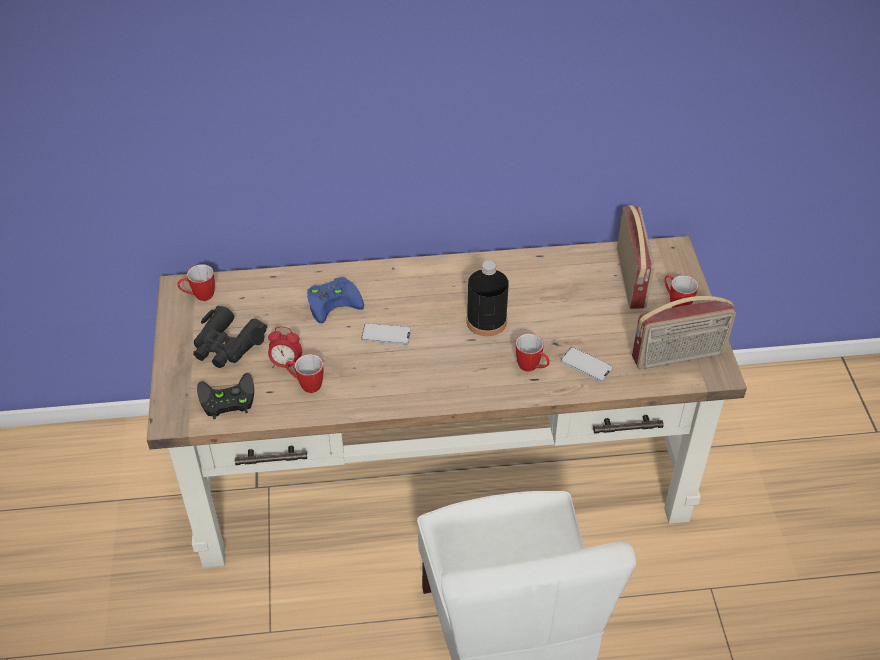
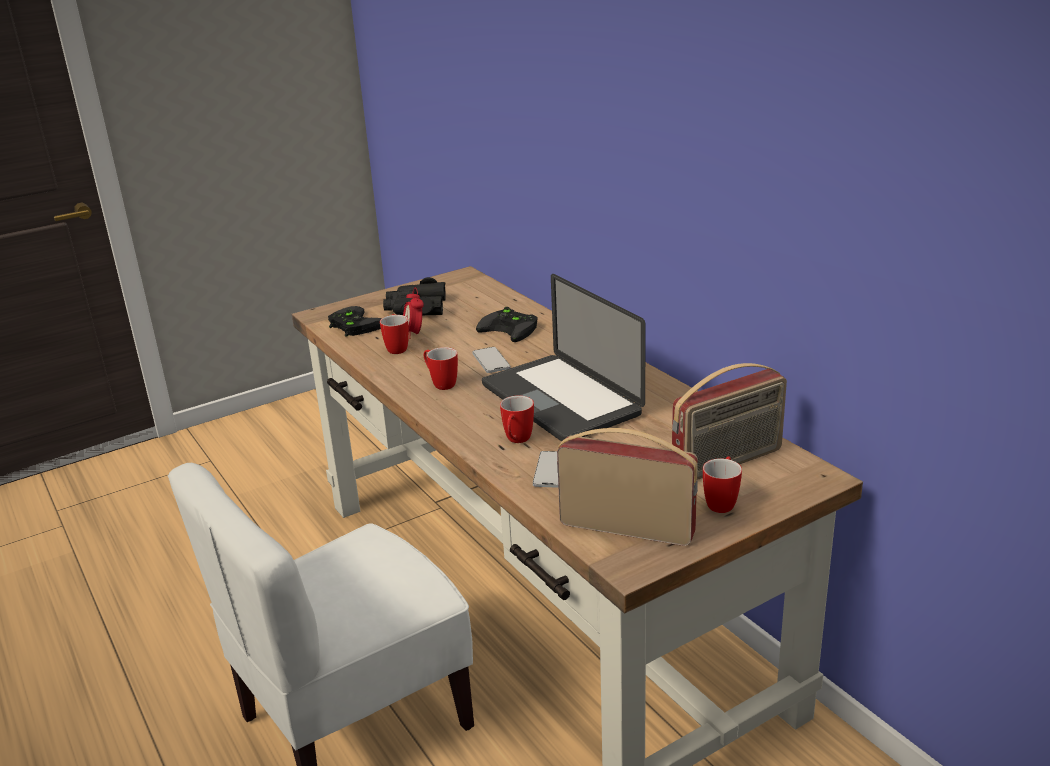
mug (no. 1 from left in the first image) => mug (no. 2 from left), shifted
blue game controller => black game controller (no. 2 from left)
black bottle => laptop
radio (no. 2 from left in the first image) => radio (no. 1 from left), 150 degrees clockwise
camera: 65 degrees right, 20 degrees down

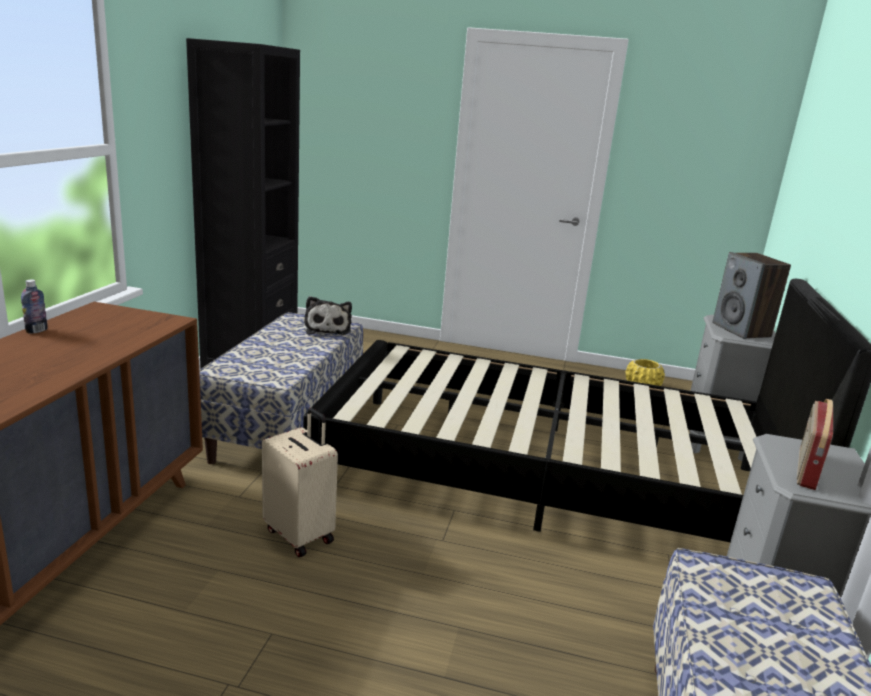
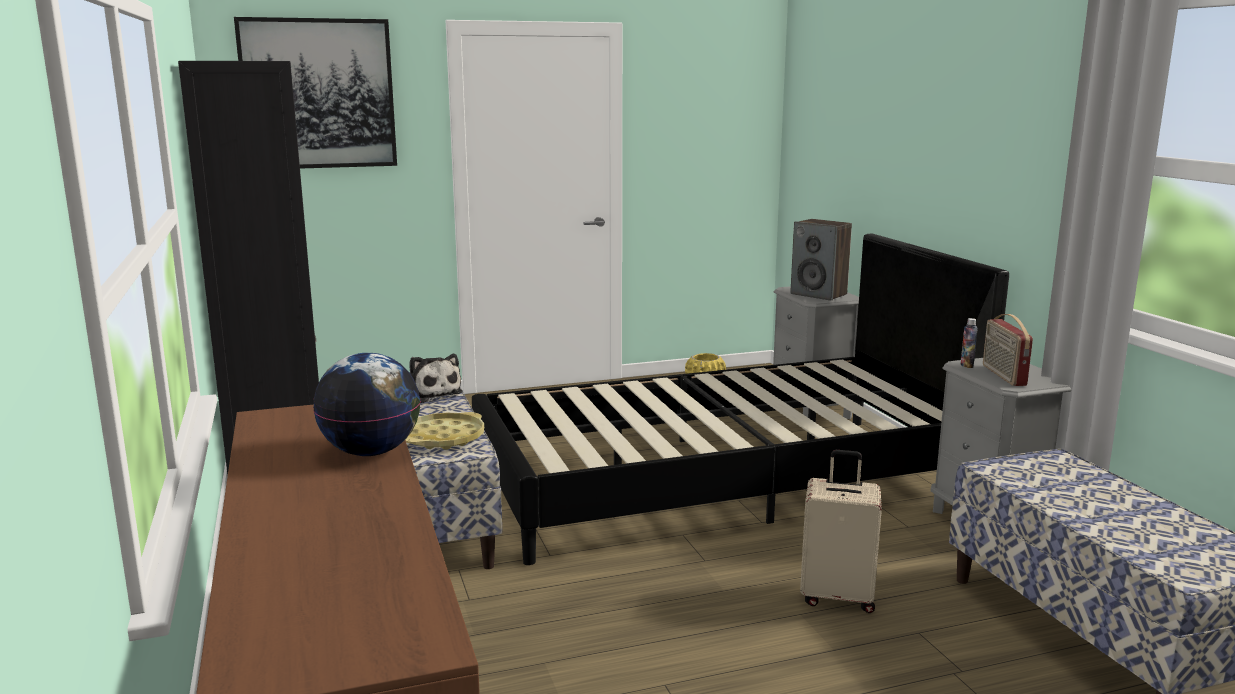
nothing => picture
nothing => globe
nothing => yellow tray
beige suitcase, shifted
bottle, shifted
camera: 30 degrees left, 5 degrees down

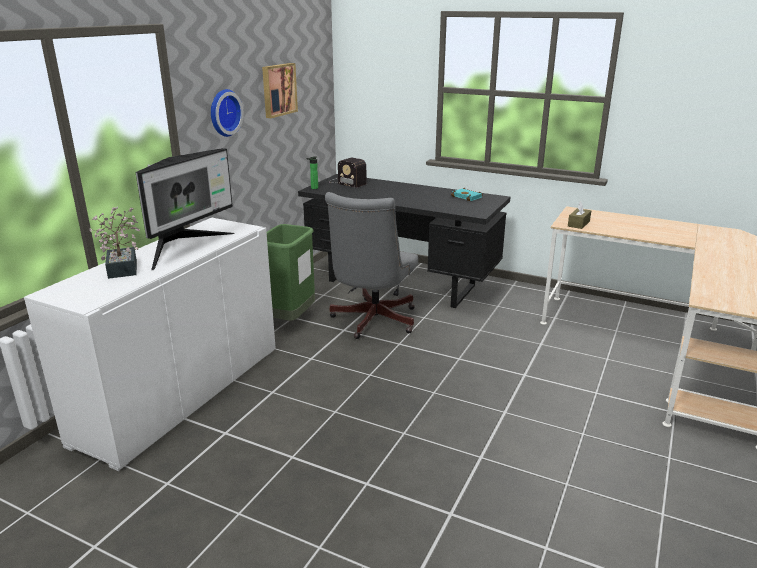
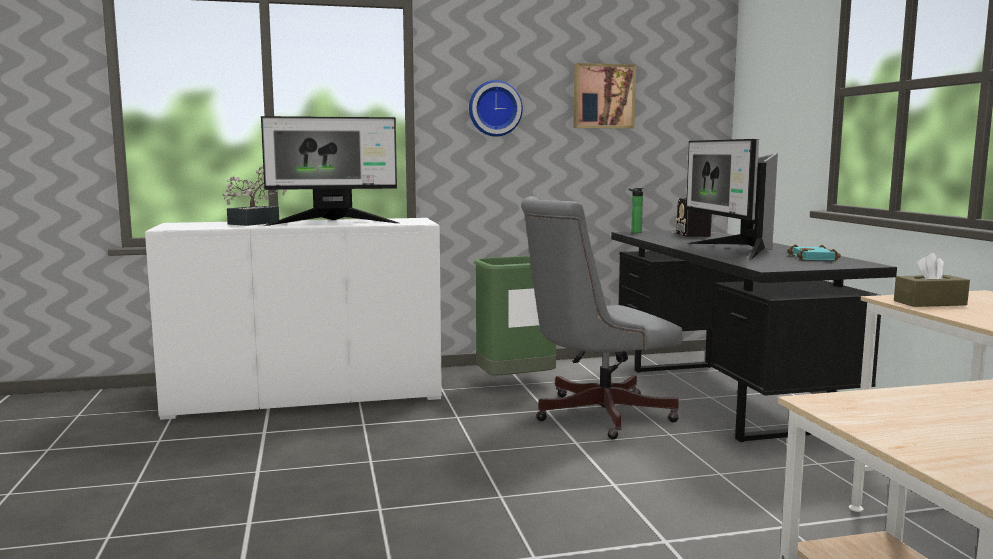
nothing => monitor (no. 2 from left)
camera: 50 degrees right, 15 degrees down

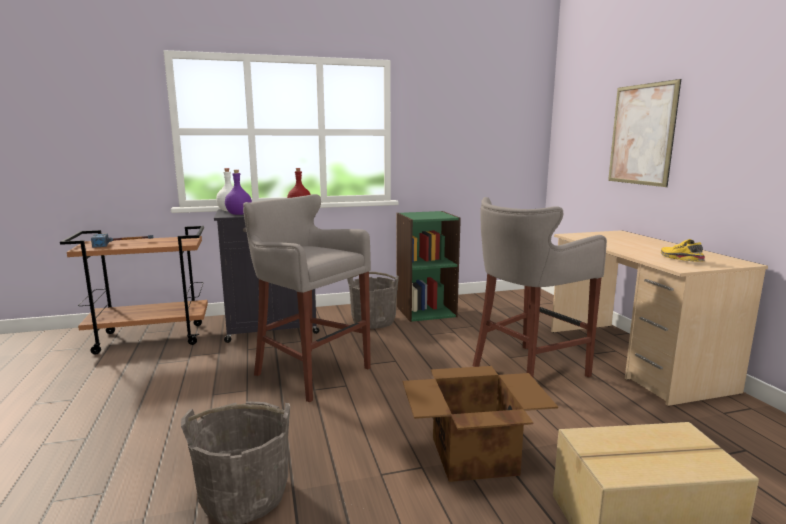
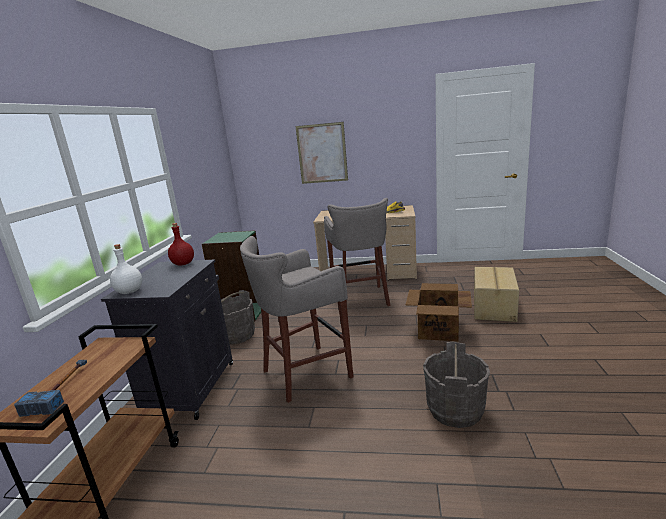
purple bottle => nothing
camera: 65 degrees left, 5 degrees up

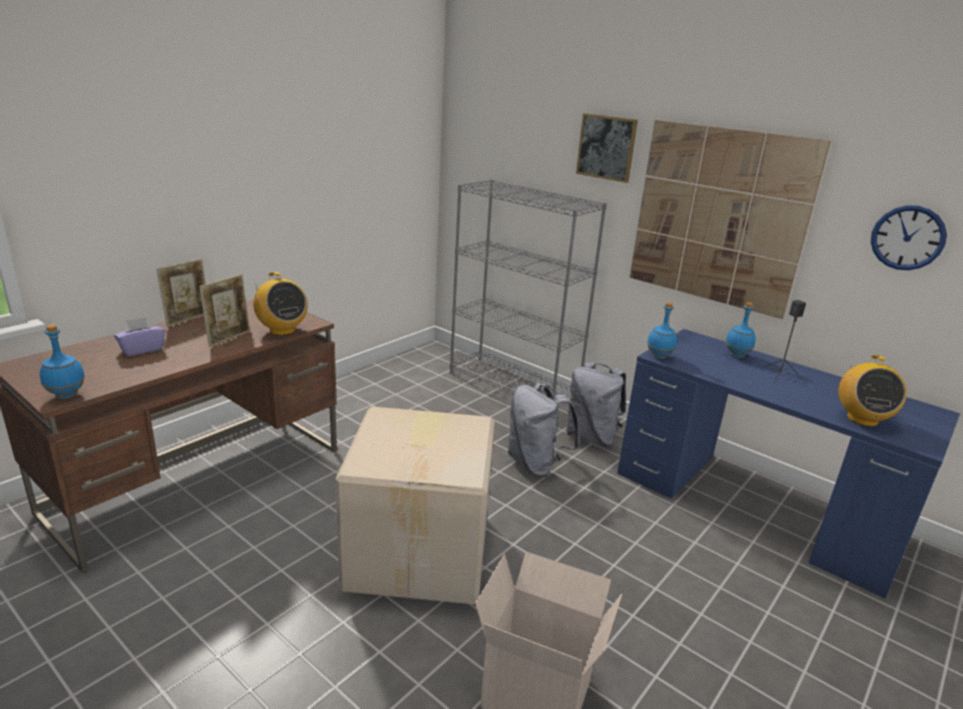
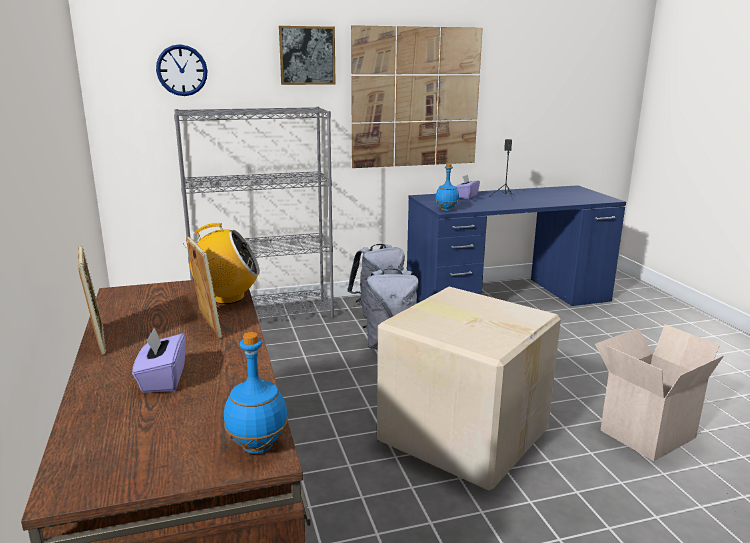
wall clock, shifted
blue bottle (no. 3 from left) => purple tissue box (no. 2 from left)
radio (no. 2 from left) => nothing
camera: 55 degrees left, 5 degrees down

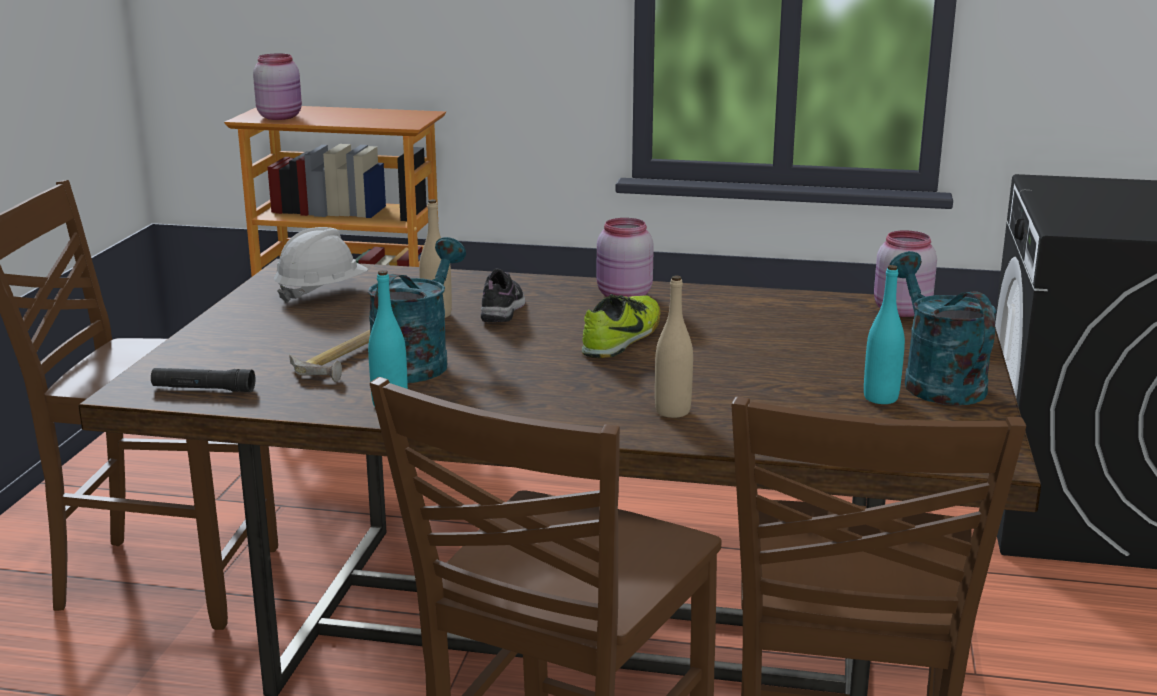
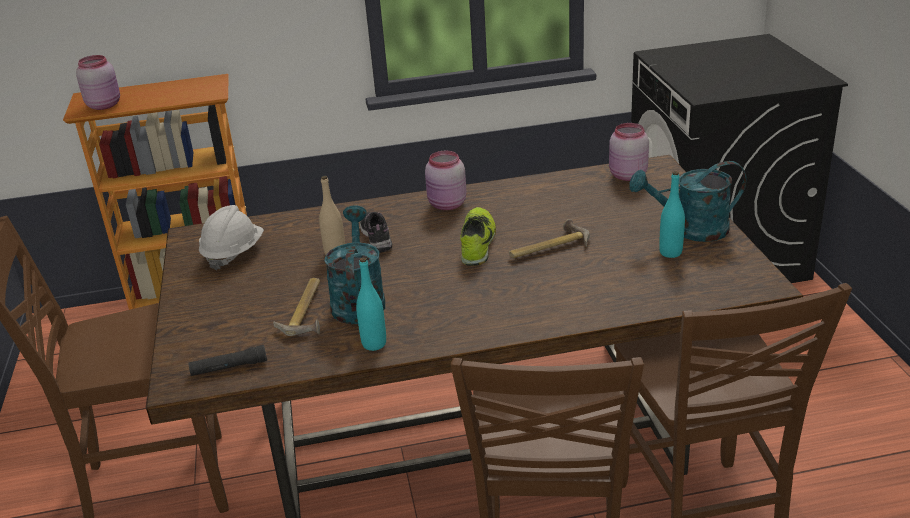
nothing => hammer (no. 2 from left)
turquoise watering can (no. 2 from left), 60 degrees counterclockwise
beige bottle (no. 2 from left) => nothing
camera: 20 degrees left, 10 degrees up

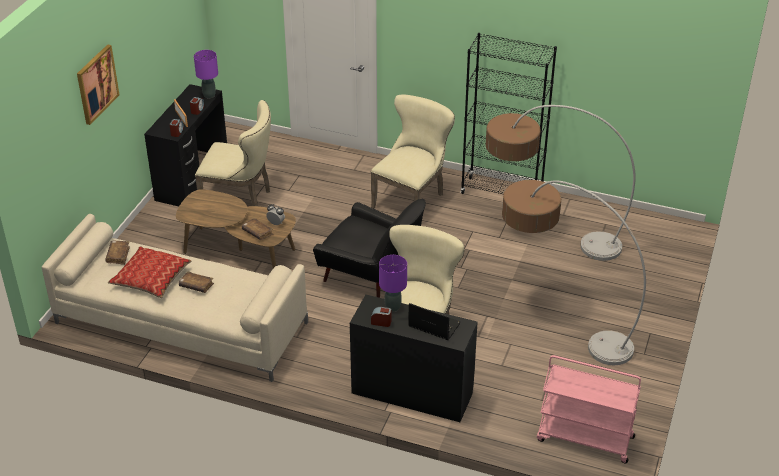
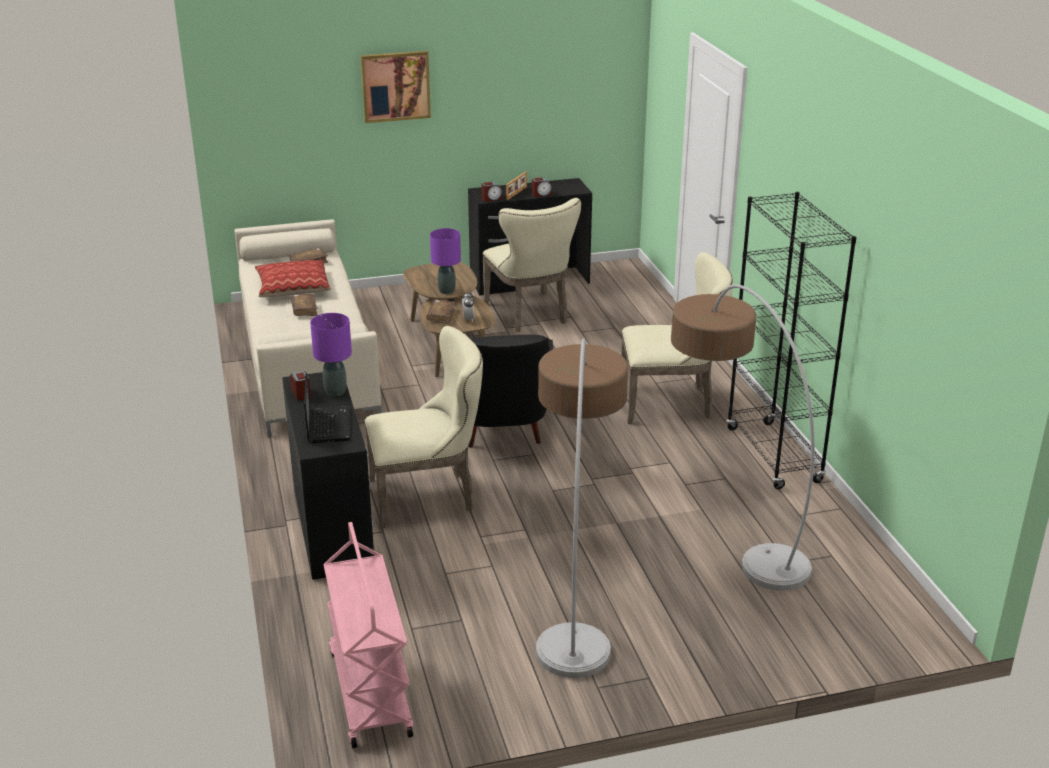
purple table lamp (no. 1 from left in the first image) => purple table lamp (no. 2 from left), shifted
camera: 55 degrees right, 10 degrees down

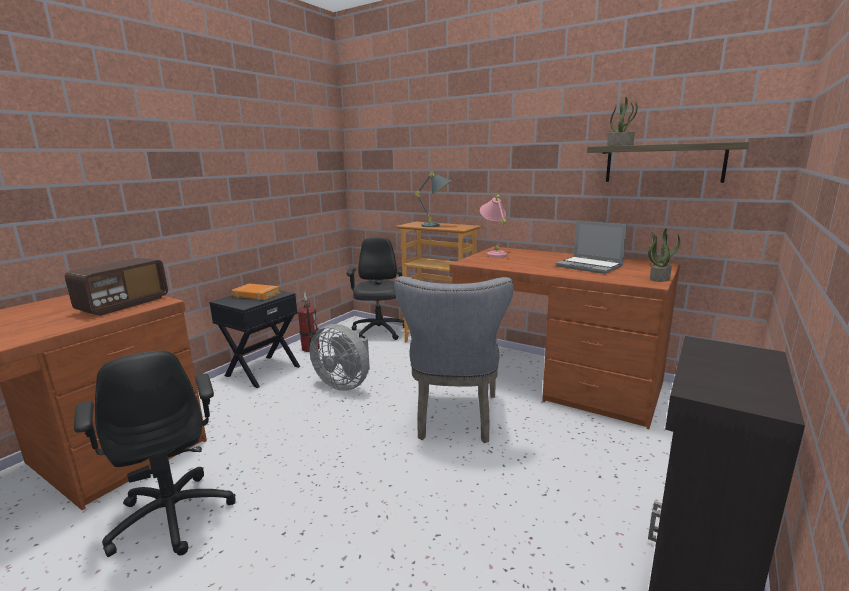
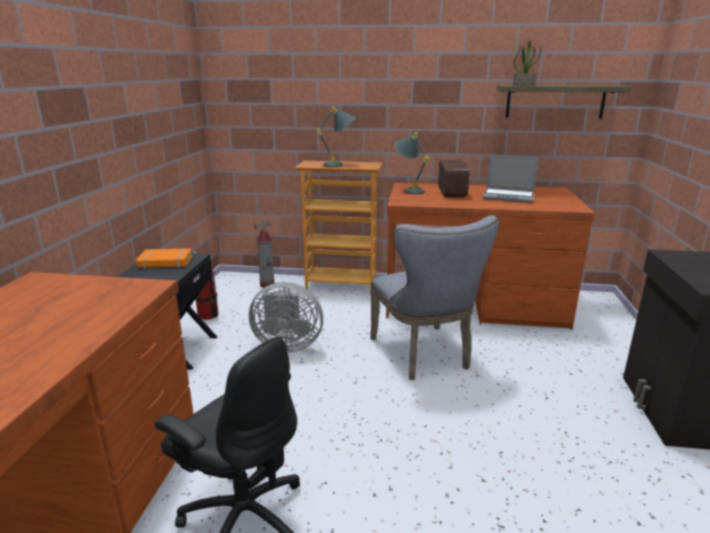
black office chair (no. 2 from left) => fire extinguisher (no. 2 from left)
pink table lamp => grey table lamp (no. 2 from left)
radio, shifted
potted plant (no. 2 from left) => nothing
camera: 25 degrees left, 5 degrees up

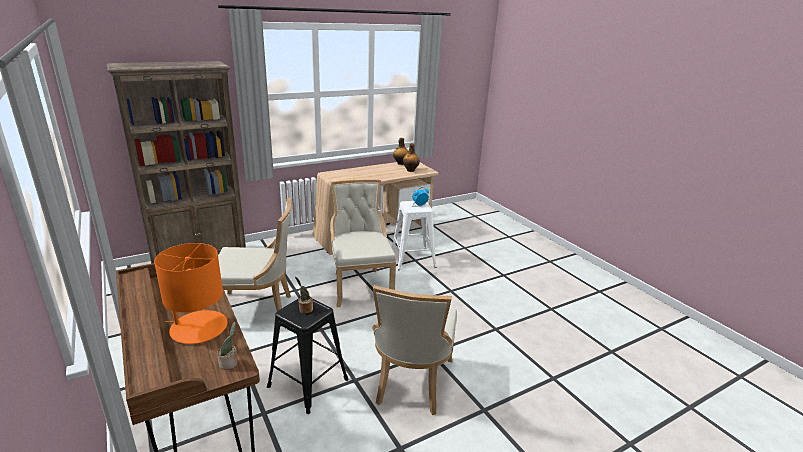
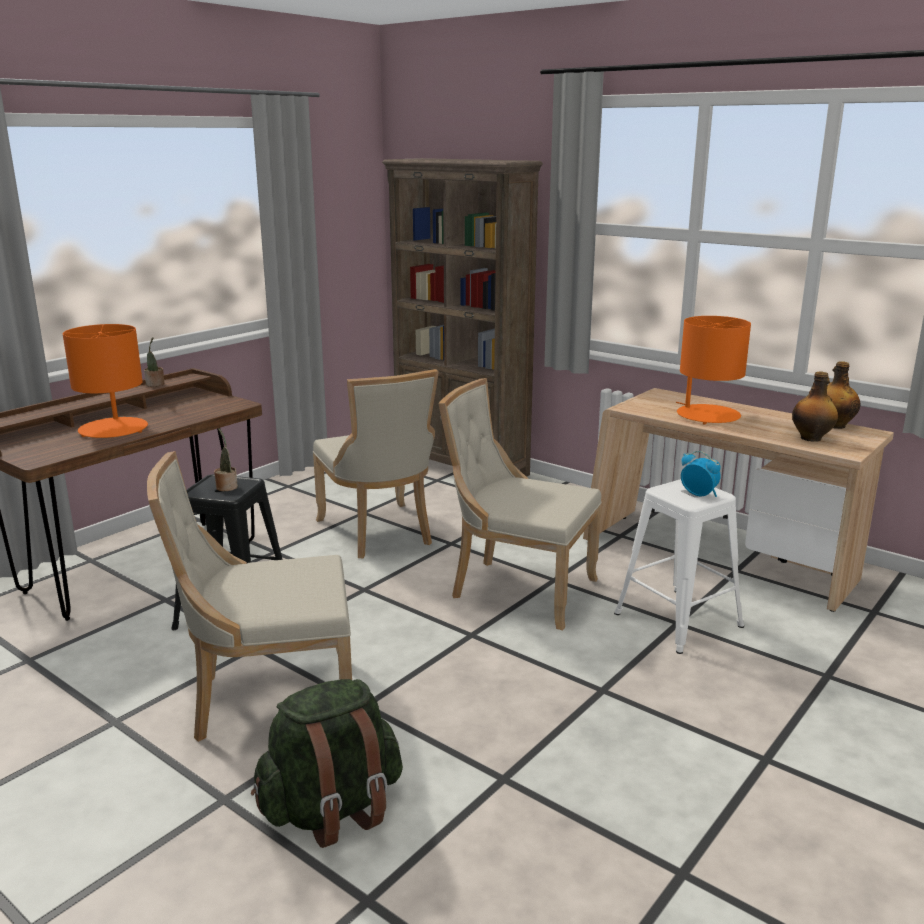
potted plant (no. 1 from left), shifted
nothing => green backpack
beige chair (no. 2 from left in the first image) => beige chair (no. 3 from left), 120 degrees counterclockwise
nothing => orange table lamp (no. 2 from left)
camera: 70 degrees right, 5 degrees down

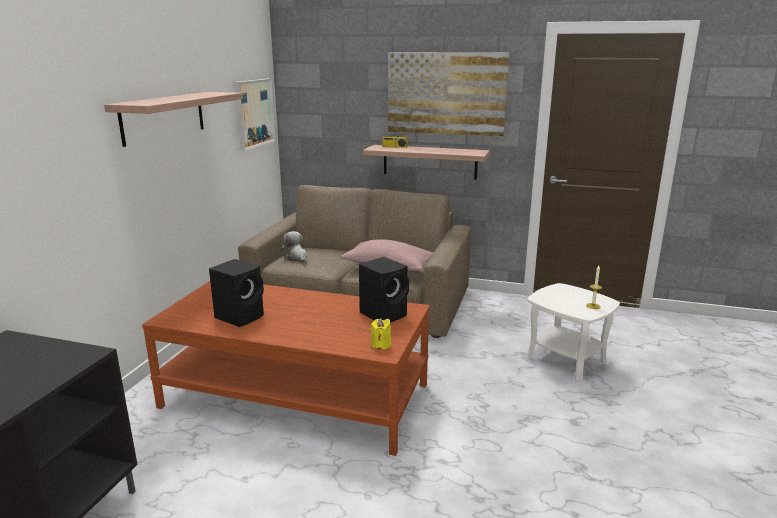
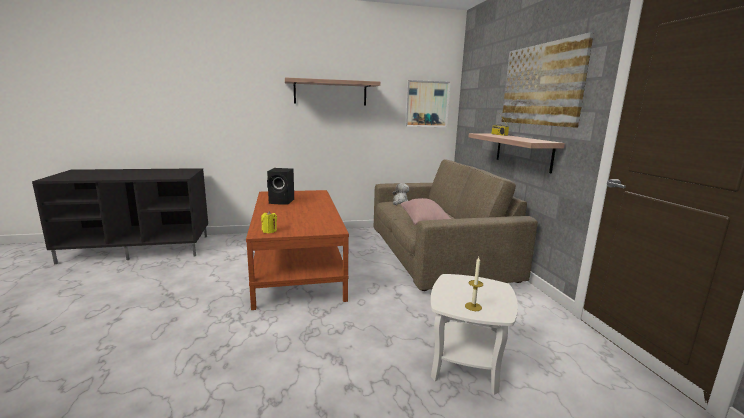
black speaker (no. 2 from left) => nothing
camera: 60 degrees right, 5 degrees down

